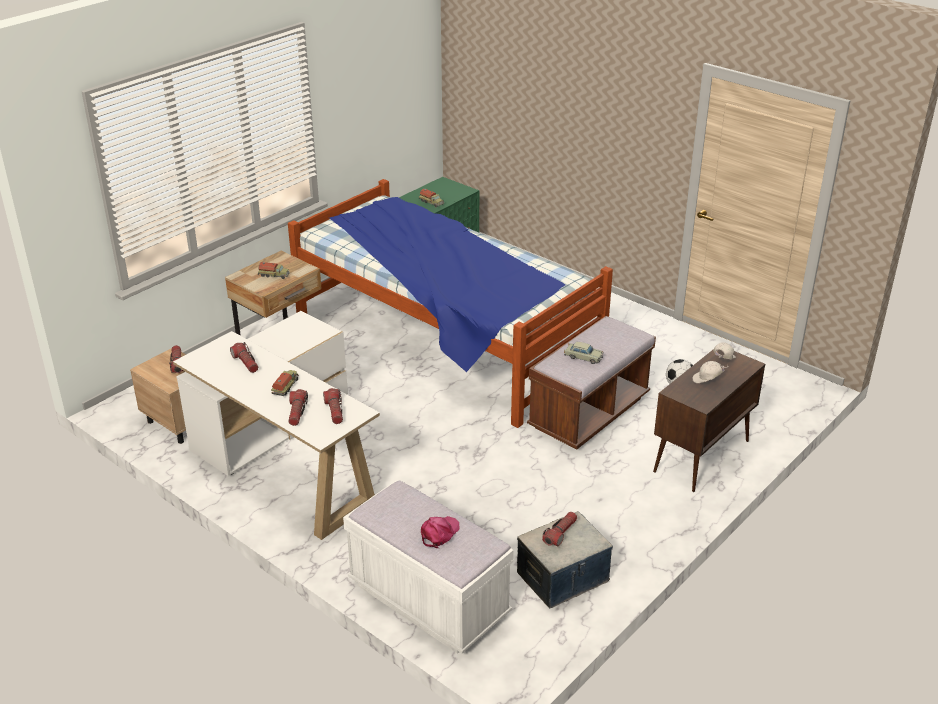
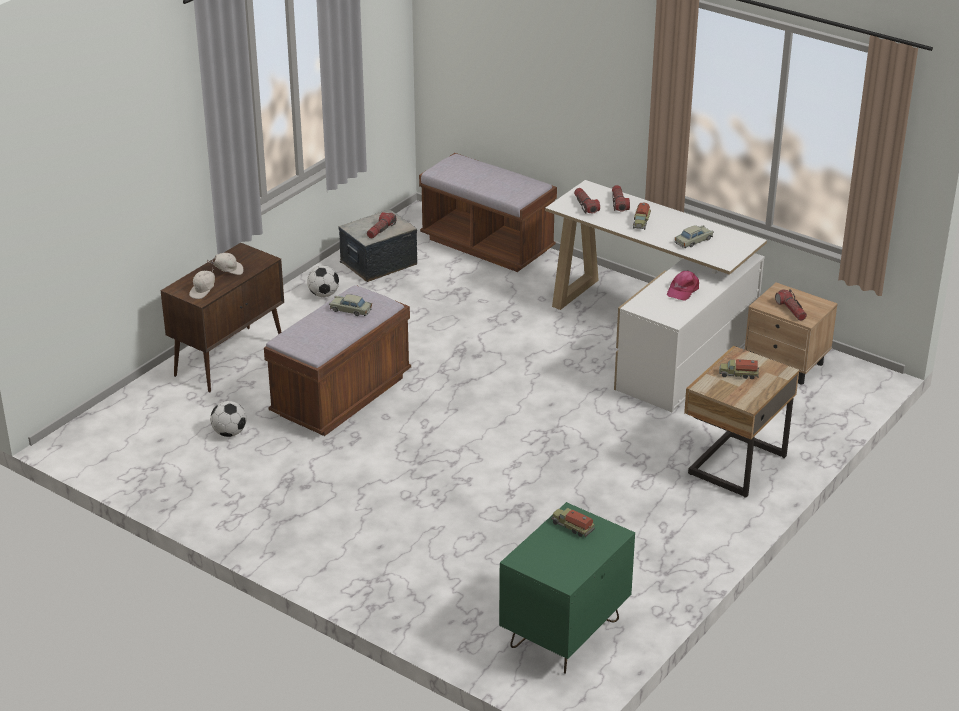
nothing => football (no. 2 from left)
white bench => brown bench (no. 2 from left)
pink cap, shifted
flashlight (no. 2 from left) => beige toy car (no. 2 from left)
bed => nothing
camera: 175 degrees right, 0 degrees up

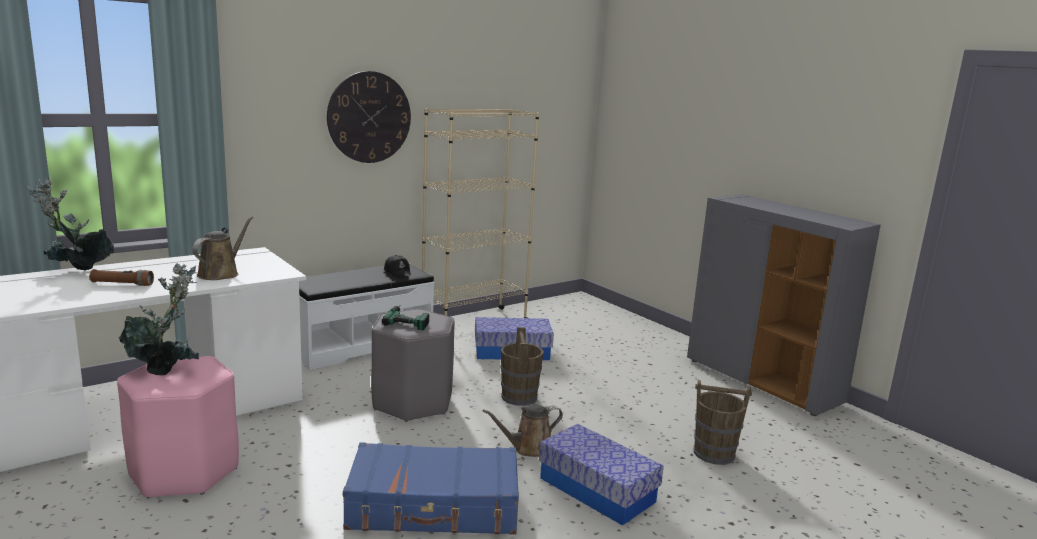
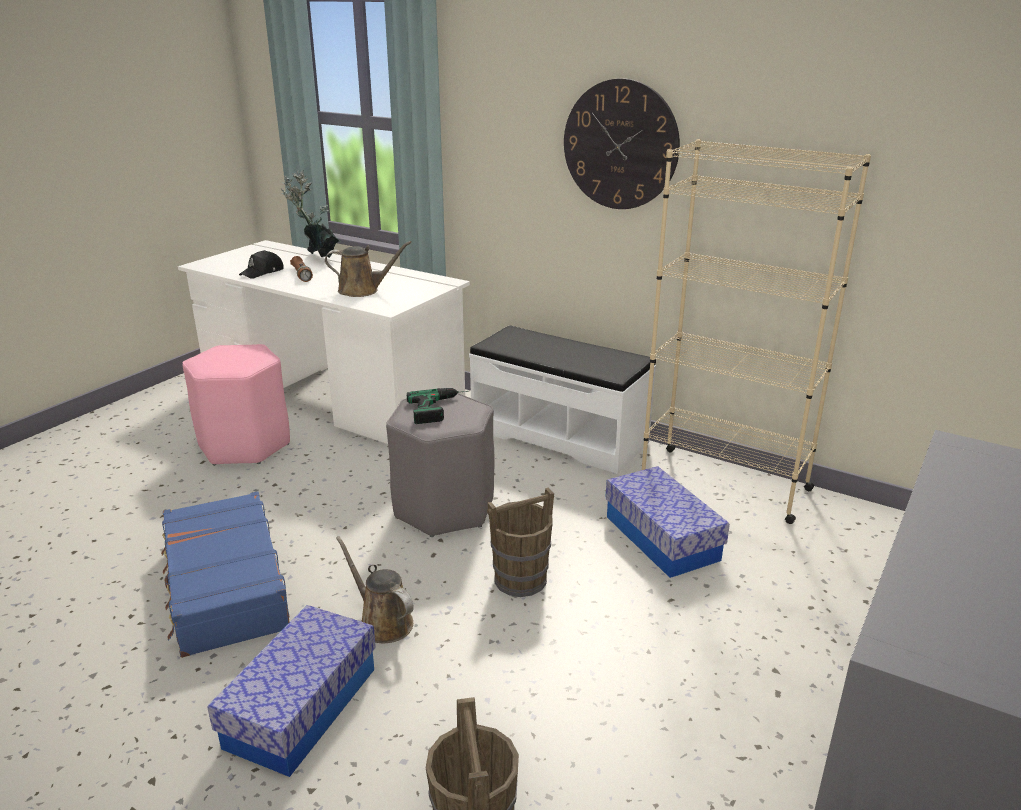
black cap, shifted
potted plant (no. 2 from left) => nothing
camera: 70 degrees right, 10 degrees up

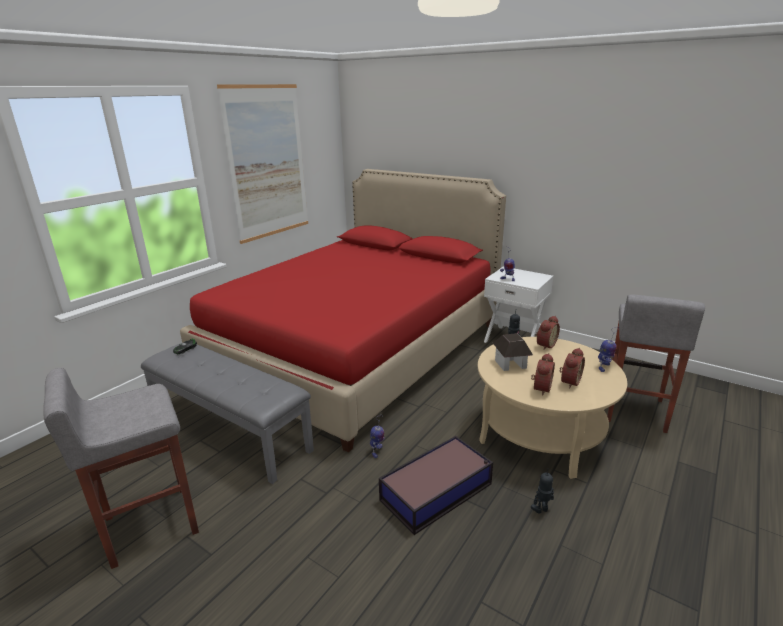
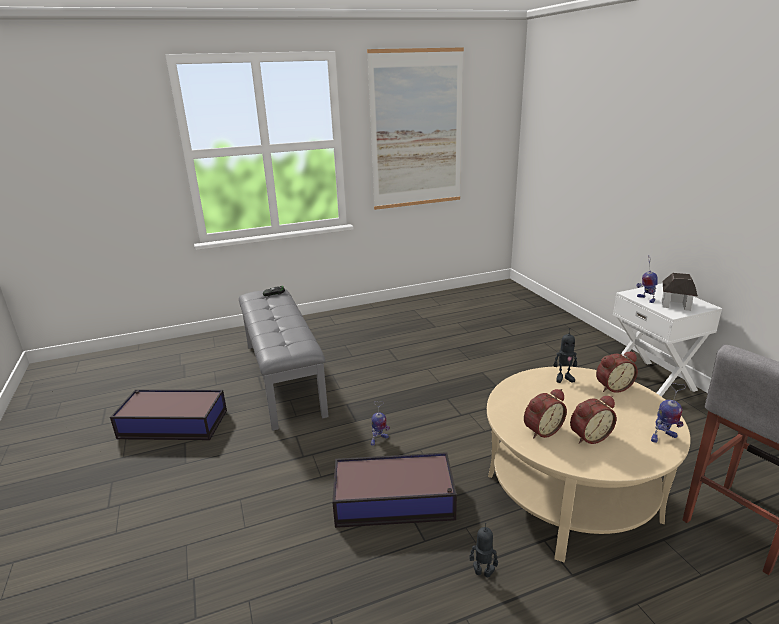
grey stool (no. 1 from left) => storage box (no. 1 from left)
toy house, shifted
red bed => nothing
camera: 35 degrees right, 0 degrees up

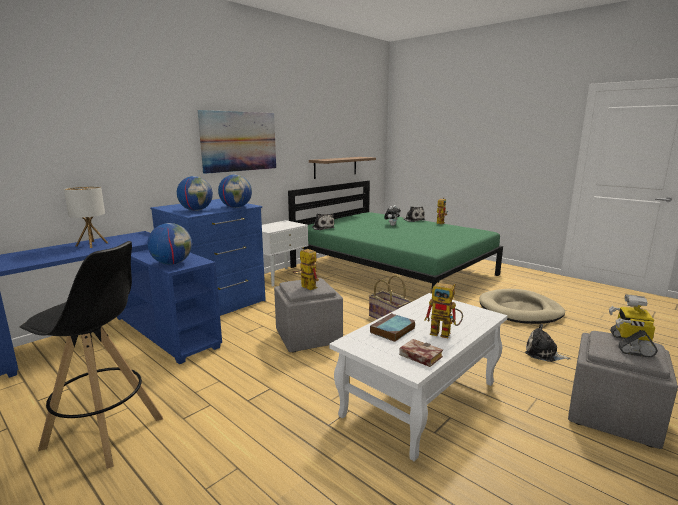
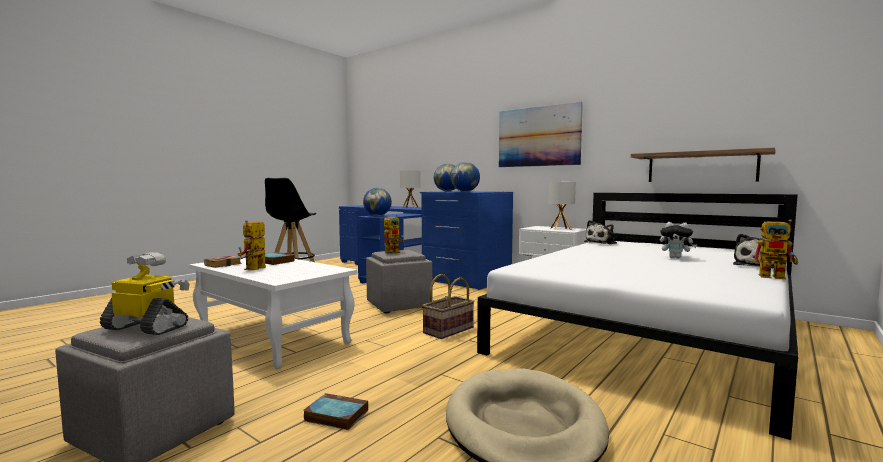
plush toy (no. 4 from left) => book (no. 3 from left)
green bed => white bed
nothing => table lamp (no. 2 from left)
camera: 85 degrees right, 10 degrees down

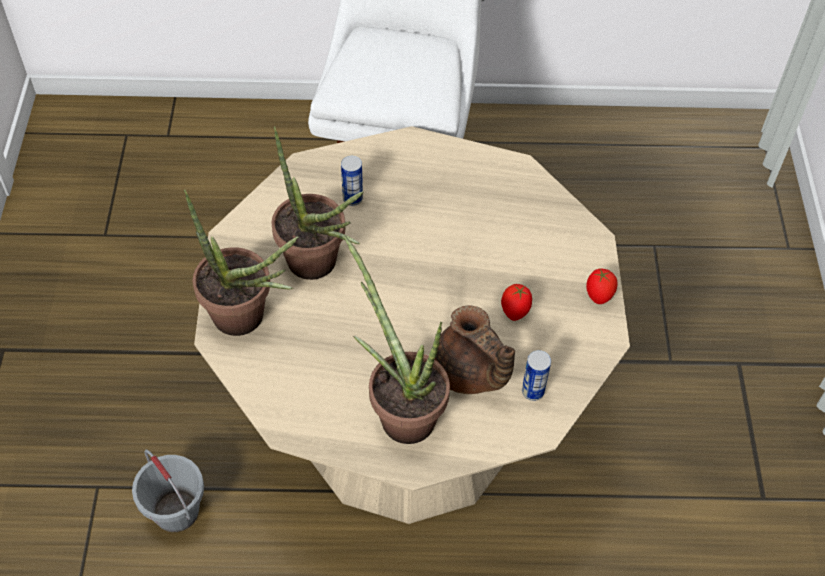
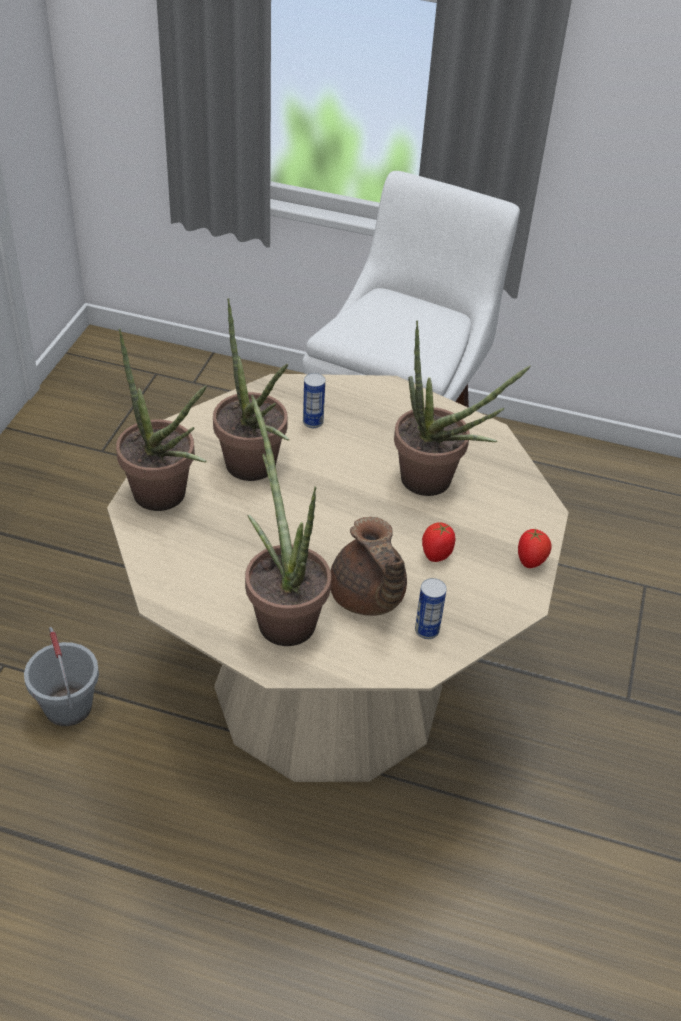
nothing => potted plant (no. 4 from left)
camera: 15 degrees right, 10 degrees down

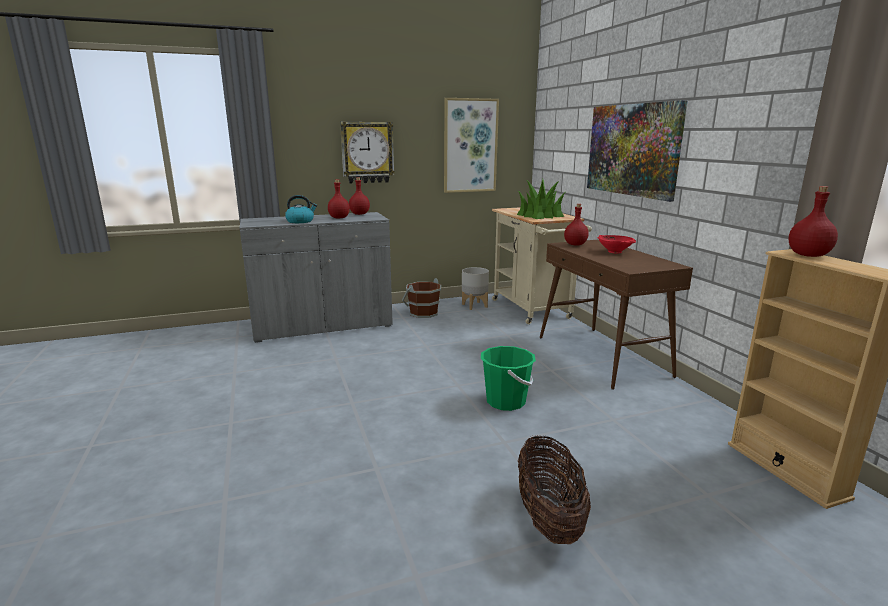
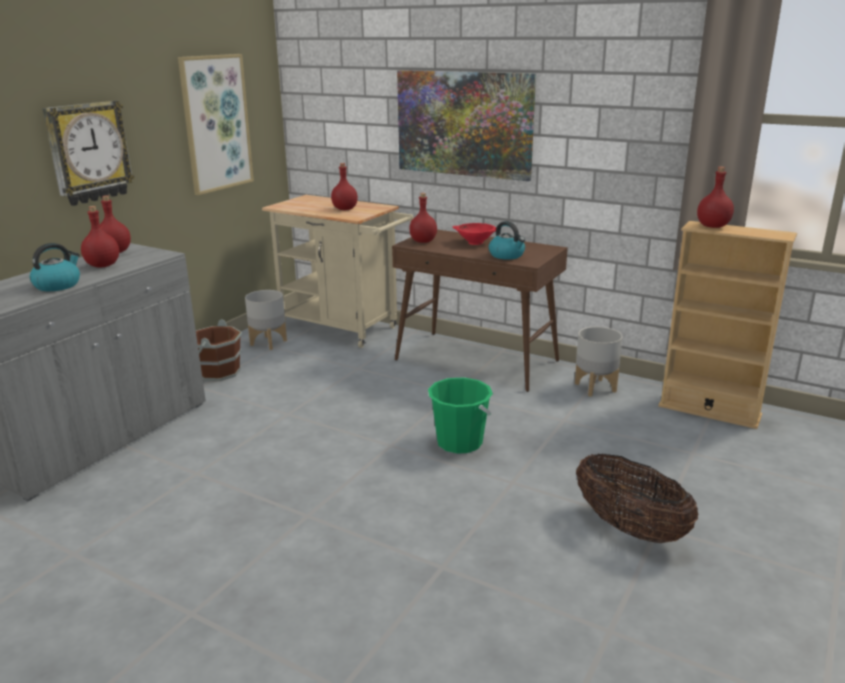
potted plant => red bottle (no. 3 from left)
nothing => kettle (no. 2 from left)
nothing => grey planter (no. 2 from left)
camera: 40 degrees left, 5 degrees up

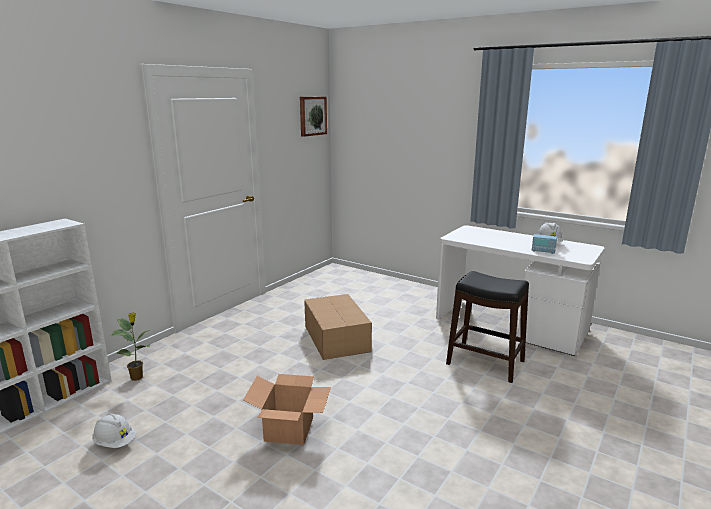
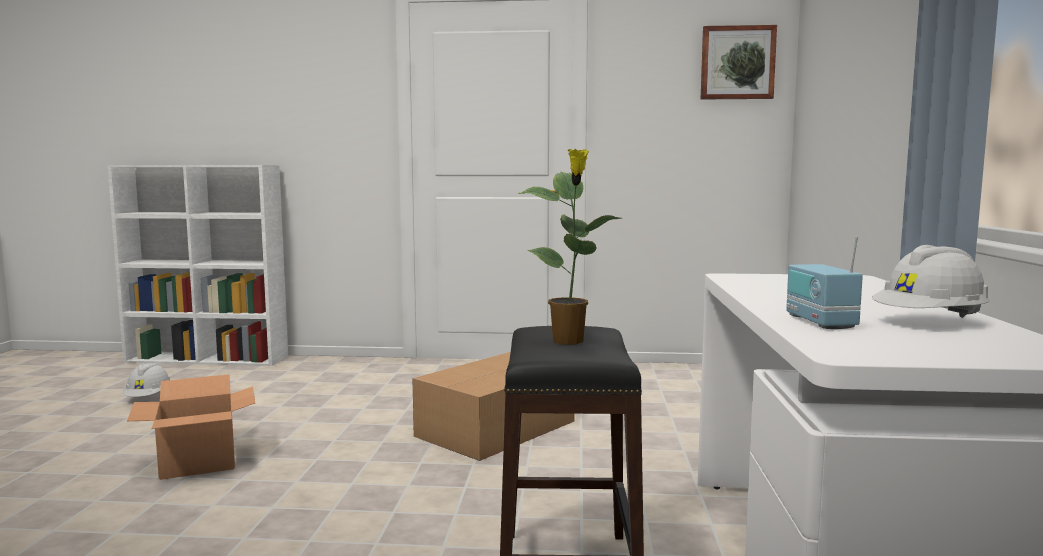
potted plant, shifted
camera: 60 degrees right, 10 degrees down

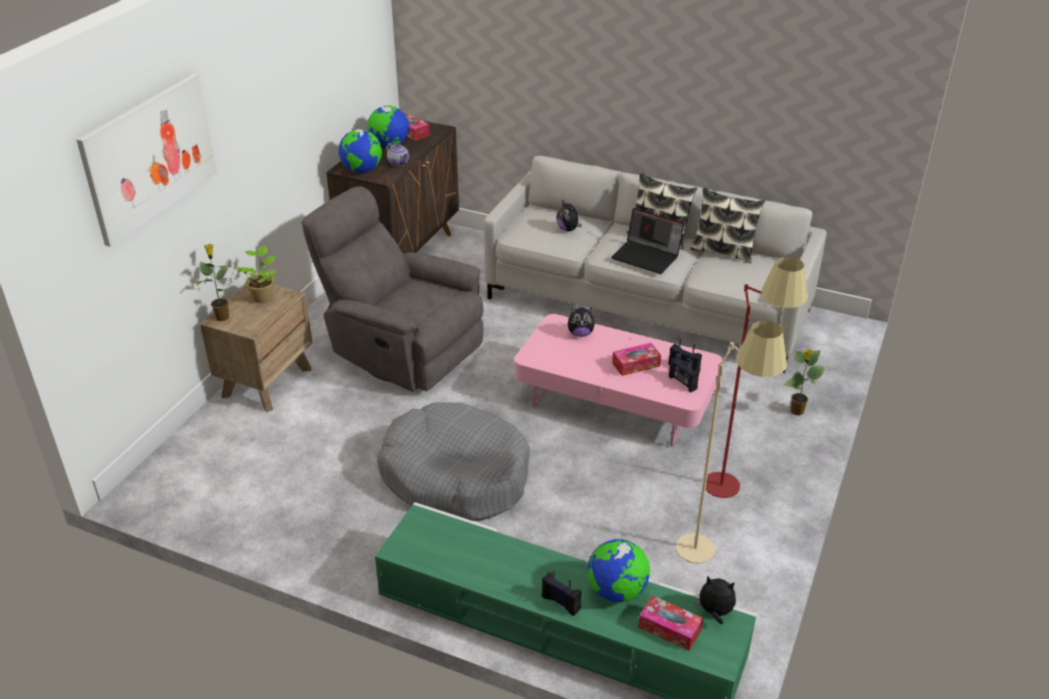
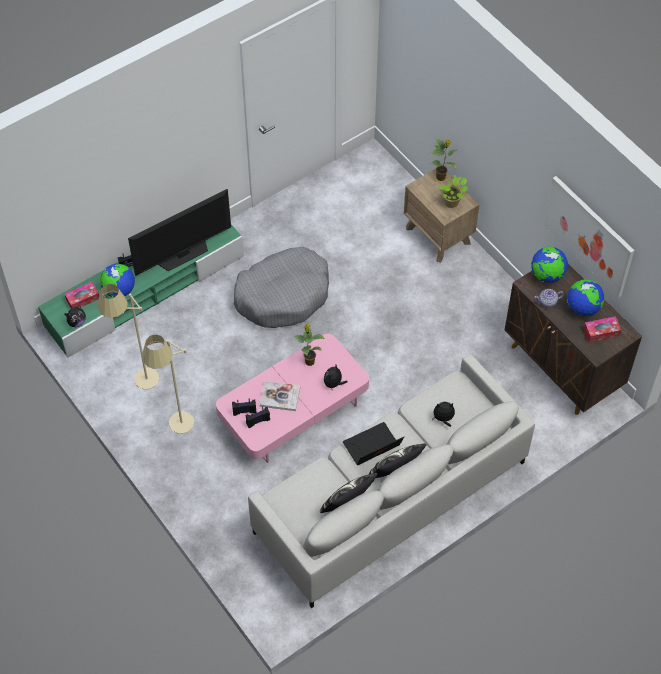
nothing => television
red floor lamp => beige floor lamp (no. 2 from left)
tissue box (no. 2 from left) => book
potted plant (no. 3 from left in the first image) => potted plant (no. 1 from left), shifted
picture, shifted
grey armchair => nothing
camera: 120 degrees right, 20 degrees up

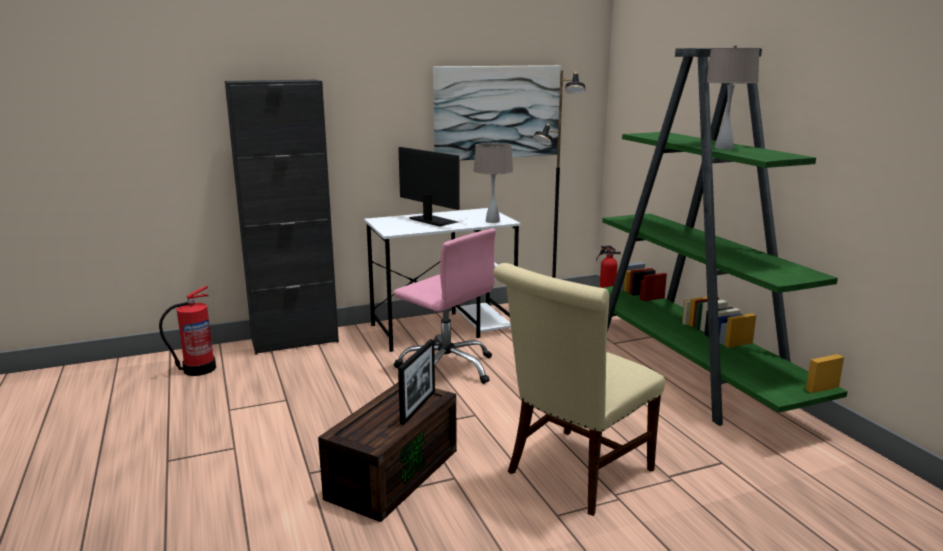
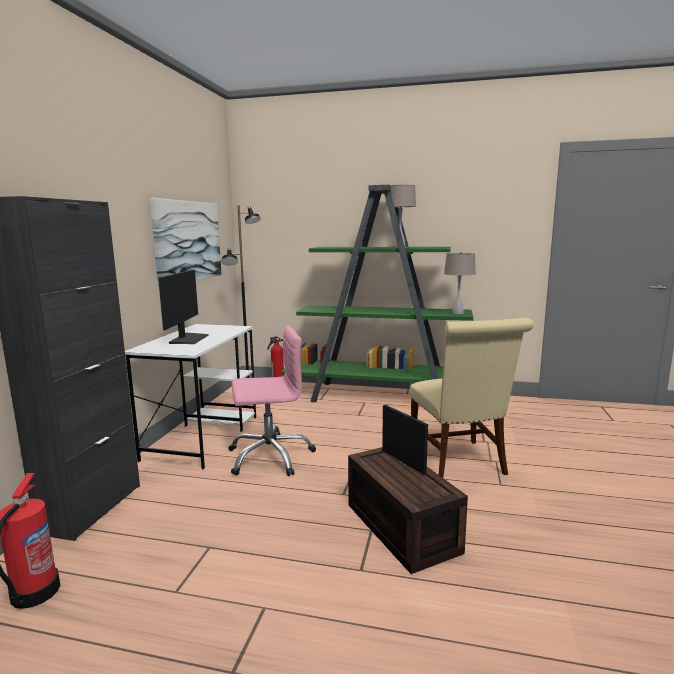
monitor, 105 degrees clockwise
beige table lamp (no. 1 from left in the first image) => beige table lamp (no. 2 from left), shifted
camera: 55 degrees left, 5 degrees down

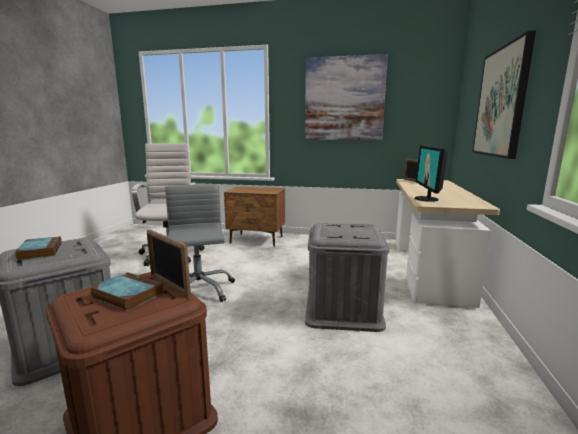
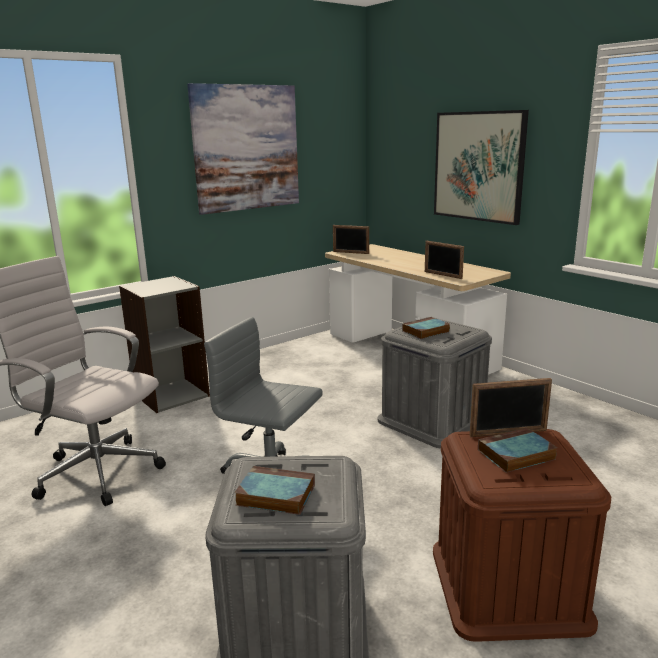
brown nightstand => grey bookcase
nothing => book (no. 2 from left)
monitor => picture frame (no. 2 from left)
camera: 50 degrees left, 5 degrees up

